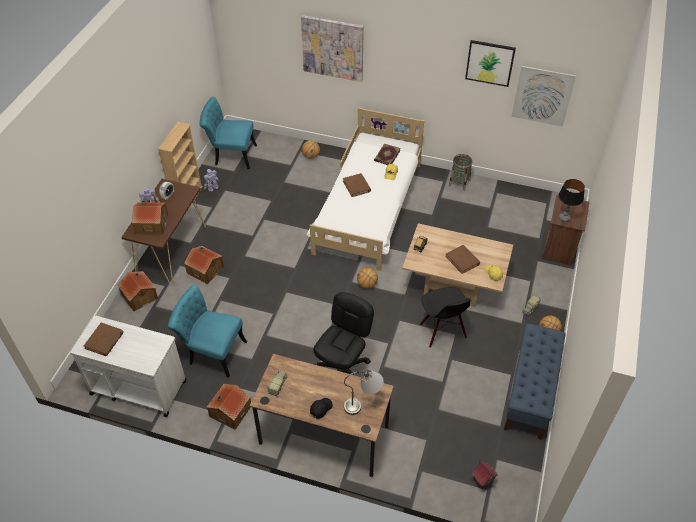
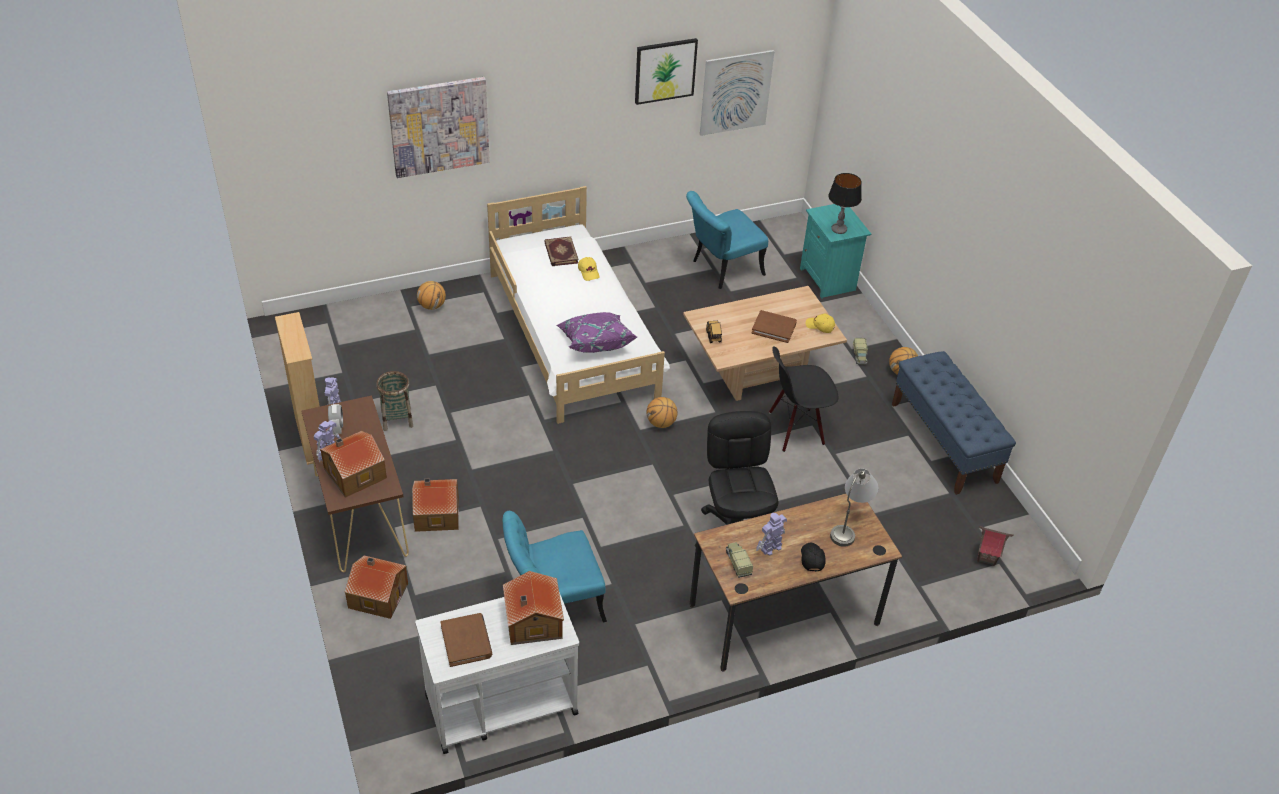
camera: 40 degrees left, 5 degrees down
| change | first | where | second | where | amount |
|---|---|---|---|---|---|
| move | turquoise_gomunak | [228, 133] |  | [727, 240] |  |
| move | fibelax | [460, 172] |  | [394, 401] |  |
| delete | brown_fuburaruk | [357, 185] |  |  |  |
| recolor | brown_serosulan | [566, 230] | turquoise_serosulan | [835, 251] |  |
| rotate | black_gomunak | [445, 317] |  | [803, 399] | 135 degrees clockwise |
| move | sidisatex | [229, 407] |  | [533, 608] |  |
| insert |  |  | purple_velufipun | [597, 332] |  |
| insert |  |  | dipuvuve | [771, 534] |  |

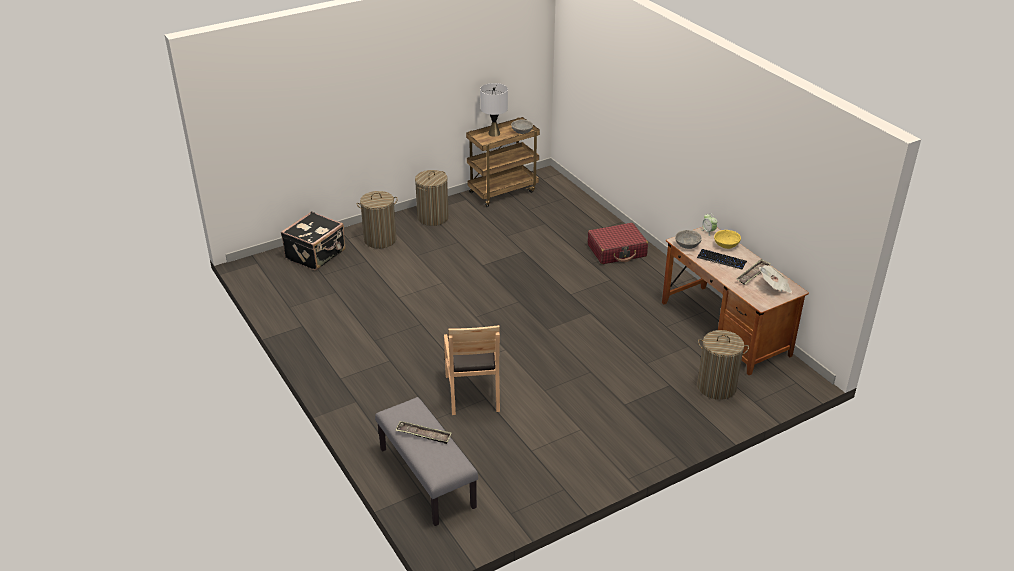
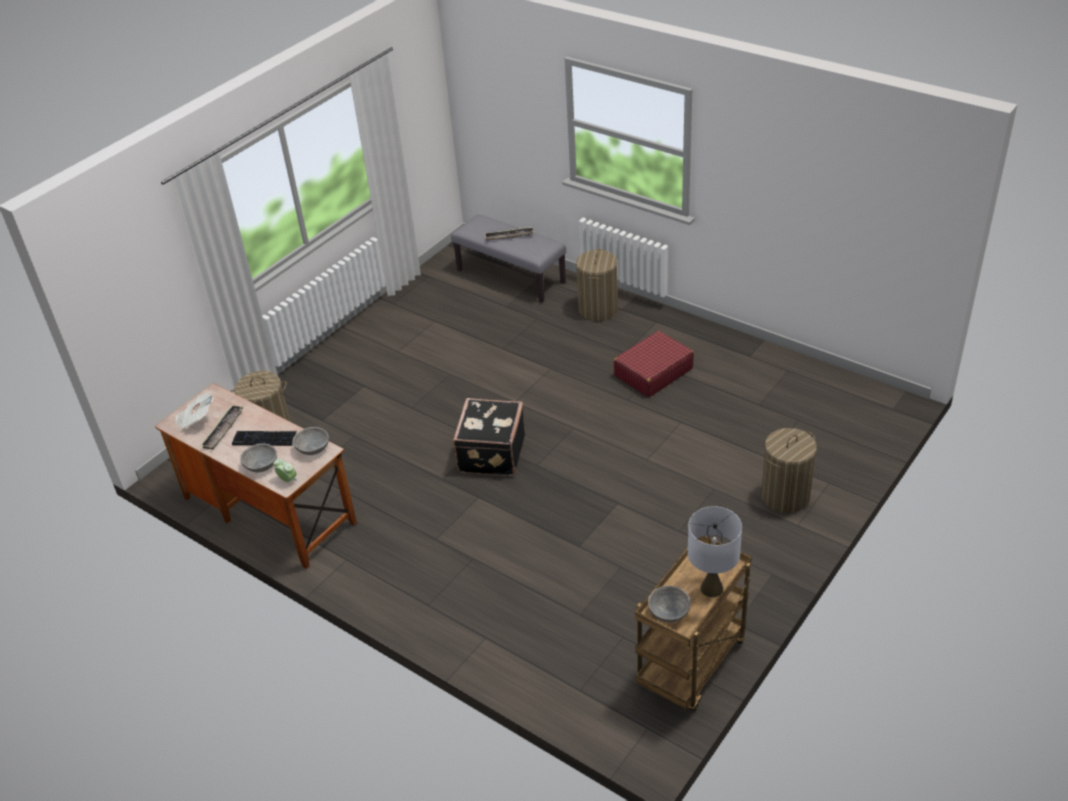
camera: 160 degrees right, 5 degrees up
| change | first | where | second | where | amount |
|---|---|---|---|---|---|
| move | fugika | [432, 198] |  | [597, 285] |  |
| move | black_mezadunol | [313, 240] |  | [489, 437] |  |
| move | red_mezadunol | [618, 243] |  | [654, 364] |  |
| recolor | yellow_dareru | [727, 239] | grey_dareru | [258, 458] |  |
| delete | brown_gomunak | [472, 370] |  |  |  |

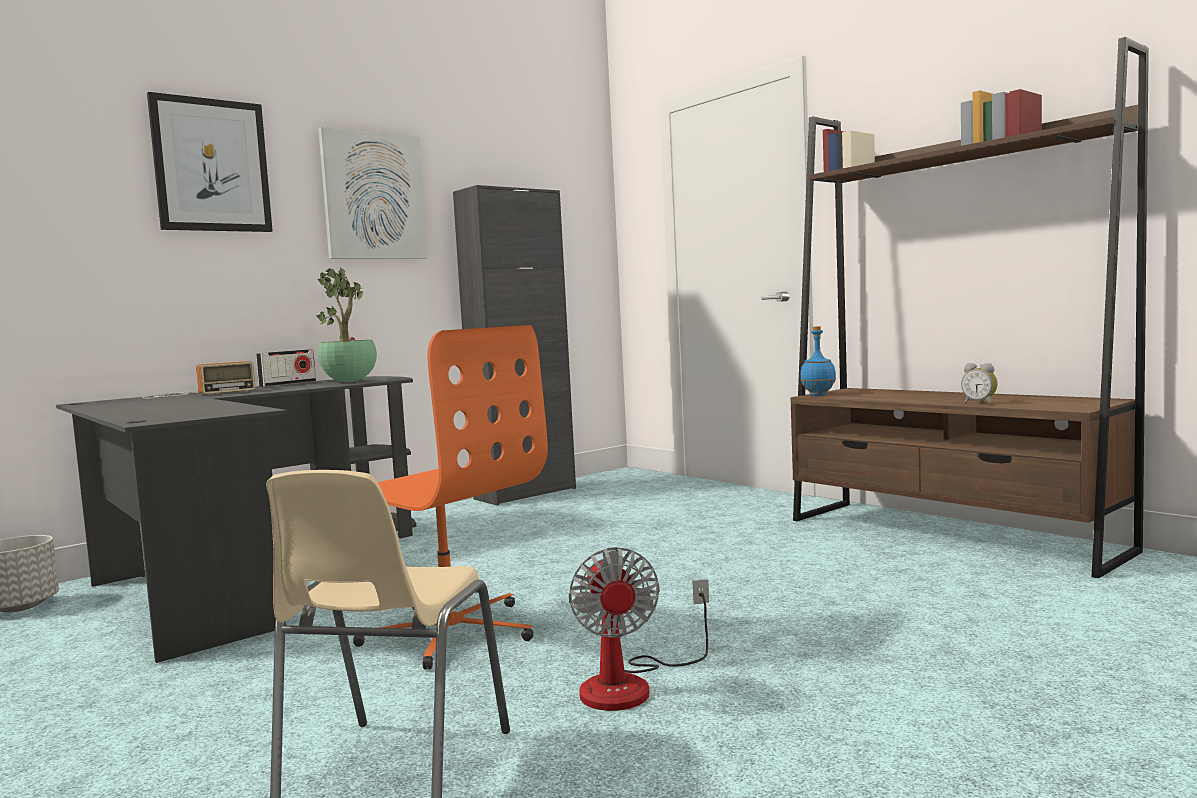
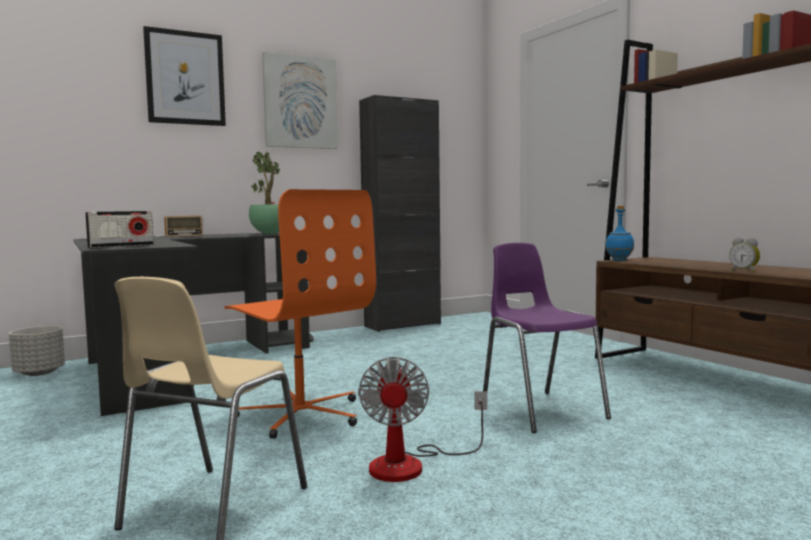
camera: 10 degrees right, 0 degrees up
| change | first | where | second | where | amount |
|---|---|---|---|---|---|
| move | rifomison | [286, 368] |  | [119, 229] |  |
| insert |  |  | purple_gomunak | [546, 338] |  |

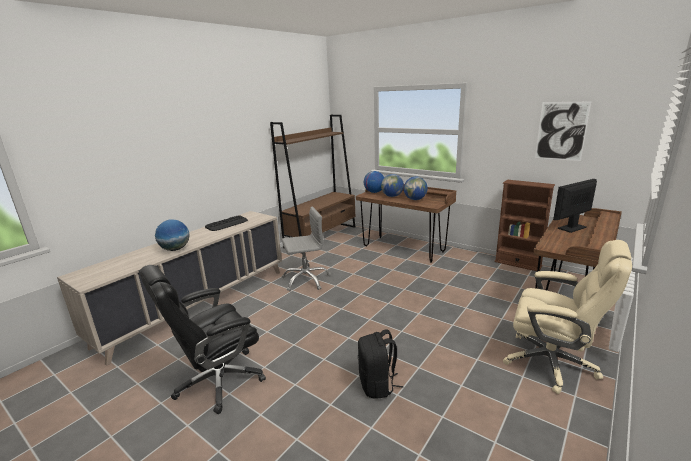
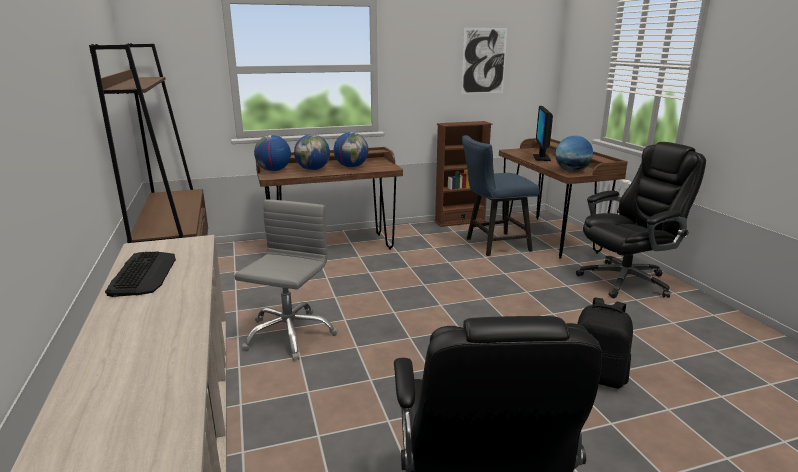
camera: 55 degrees left, 0 degrees up
| change | first | where | second | where | amount |
|---|---|---|---|---|---|
| move | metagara | [172, 235] |  | [574, 154] |  |
| recolor | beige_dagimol | [567, 317] | black_dagimol | [641, 220] |  |
| insert |  |  | blue_gomunak | [500, 195] |  |

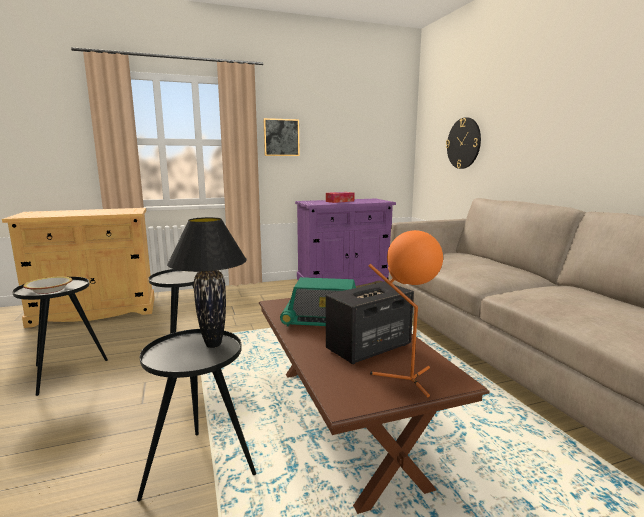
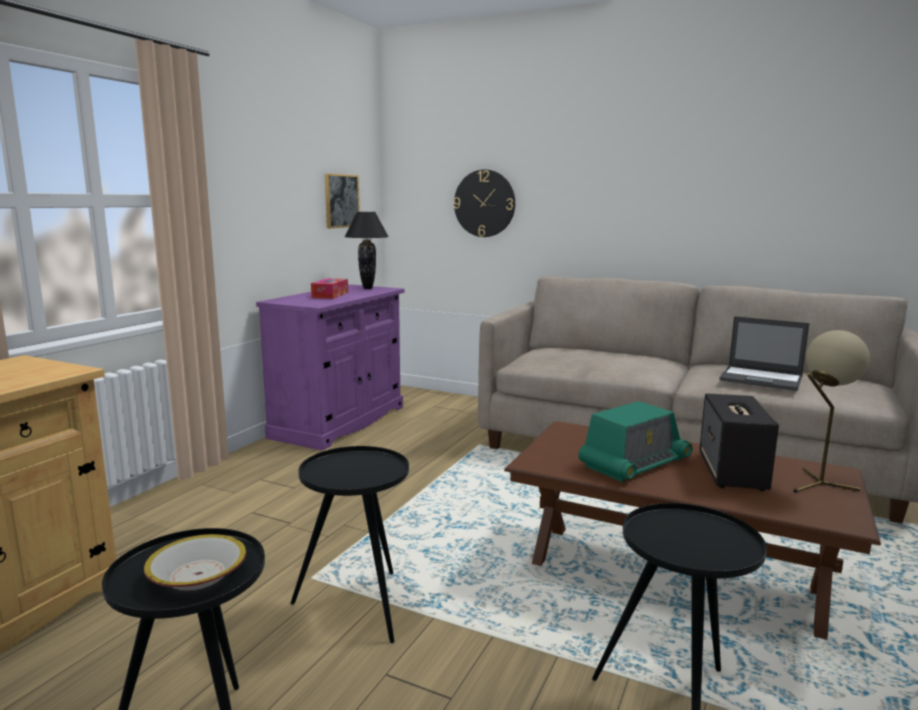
camera: 45 degrees left, 0 degrees up
| change | first | where | second | where | amount |
|---|---|---|---|---|---|
| move | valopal | [281, 137] |  | [342, 200] |  |
| move | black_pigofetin | [207, 282] |  | [366, 250] |  |
| recolor | orange_pigofetin | [406, 313] | beige_pigofetin | [831, 411] |  |
| insert |  |  | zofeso | [765, 353] |  |

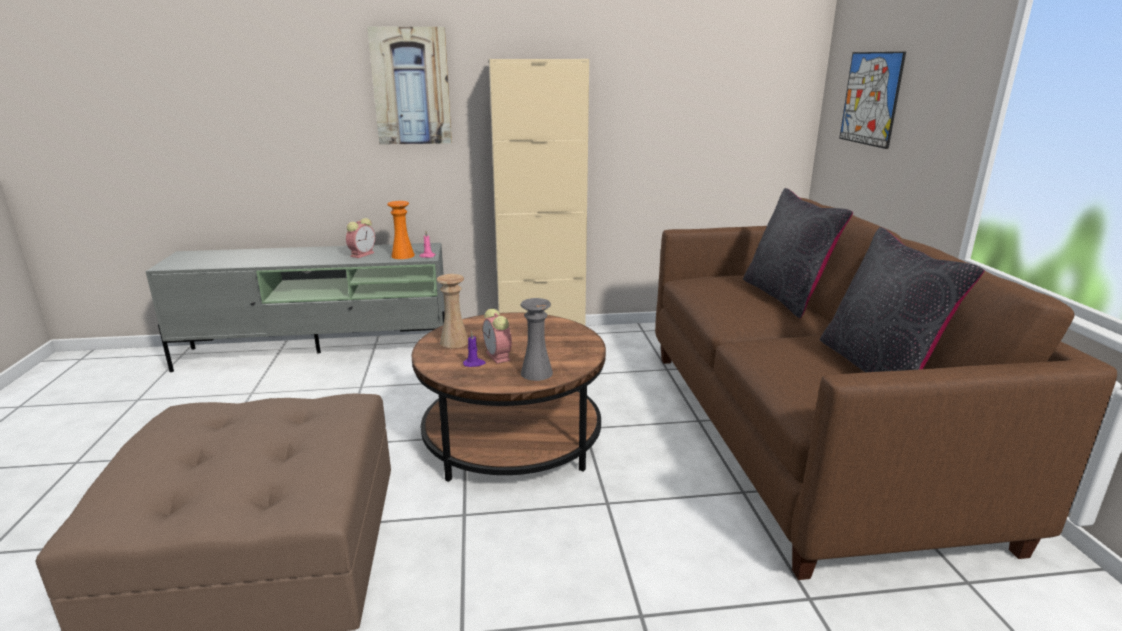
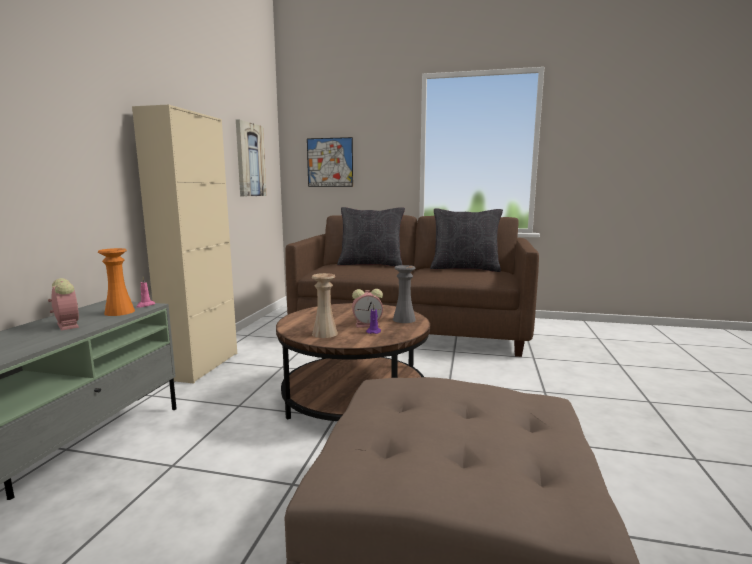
camera: 70 degrees left, 10 degrees down
| change | first | where | second | where | amount |
|---|---|---|---|---|---|
| move | valopal | [409, 85] |  | [251, 157] |  |

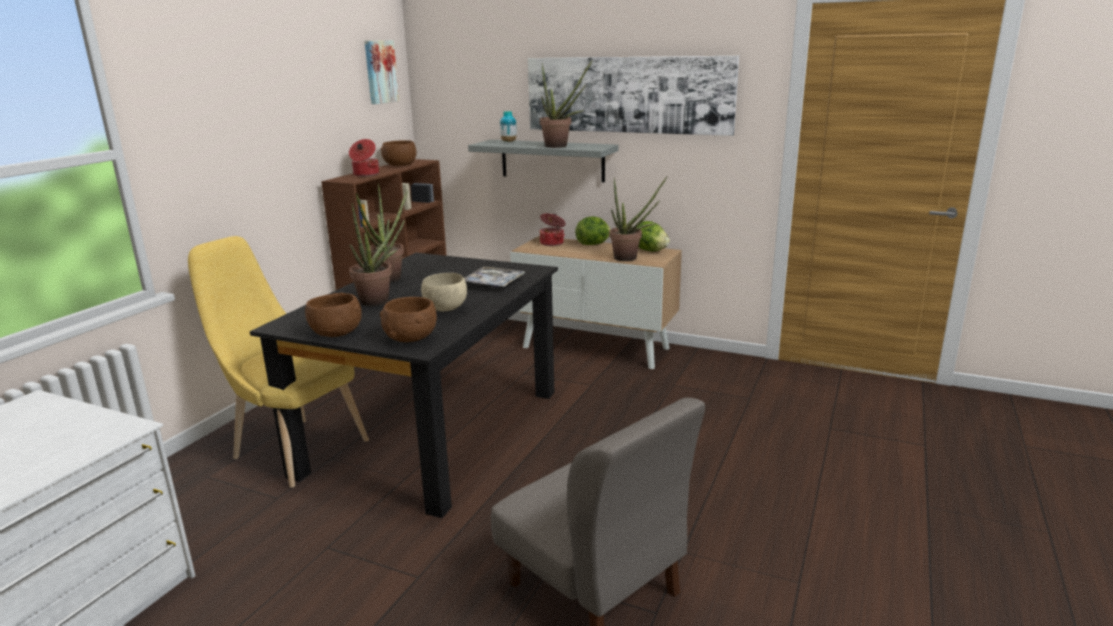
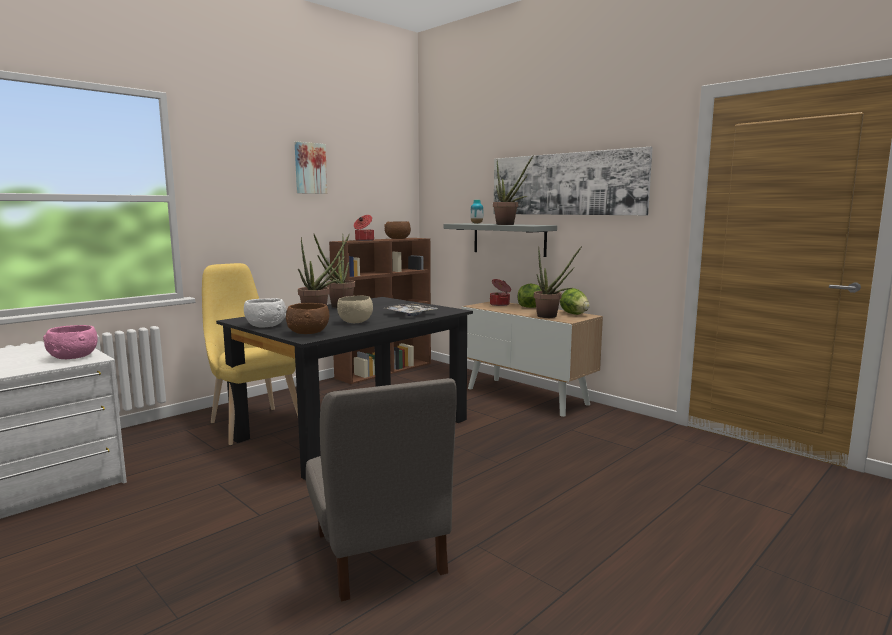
camera: 20 degrees right, 10 degrees down
| change | first | where | second | where | amount |
|---|---|---|---|---|---|
| move | valopal | [382, 72] |  | [311, 167] |  |
| recolor | brown_dareru | [333, 315] | white_dareru | [265, 313] |  |
| insert |  |  | pink_dareru | [70, 342] |  |

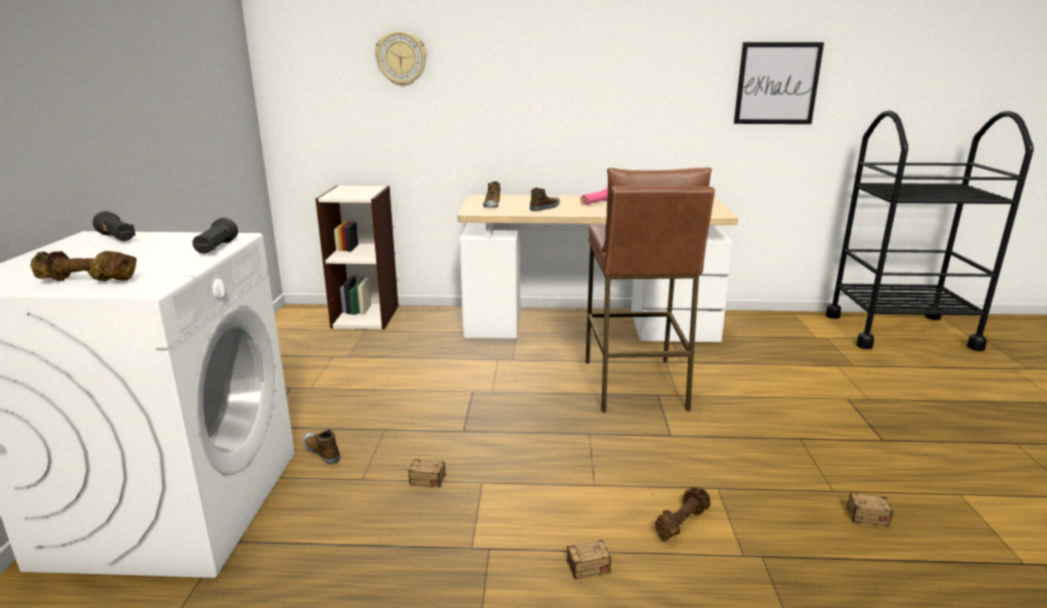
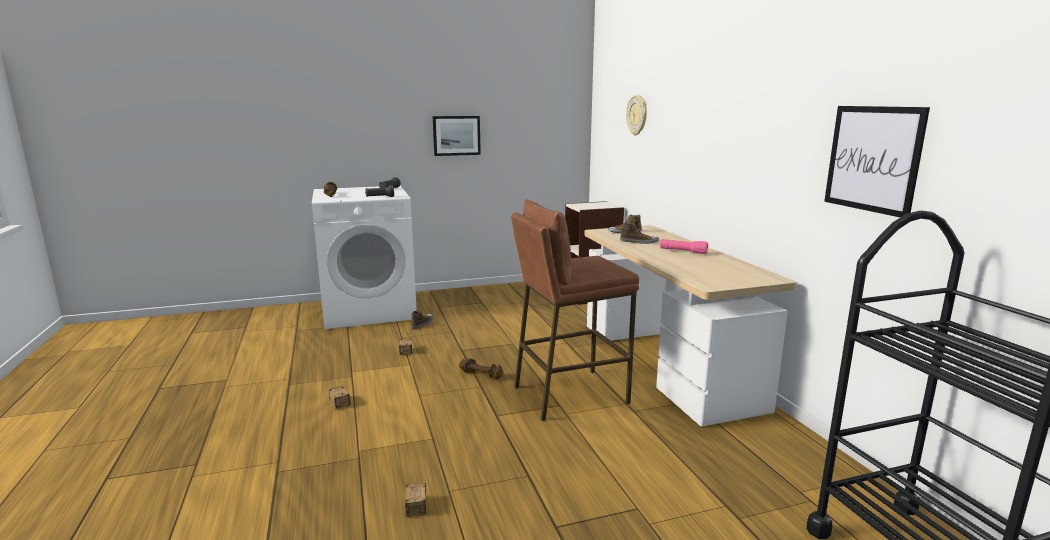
camera: 70 degrees right, 5 degrees down
| change | first | where | second | where | amount |
|---|---|---|---|---|---|
| move | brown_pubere | [682, 514] |  | [481, 368] |  |
| insert |  |  | valopal | [457, 136] |  |

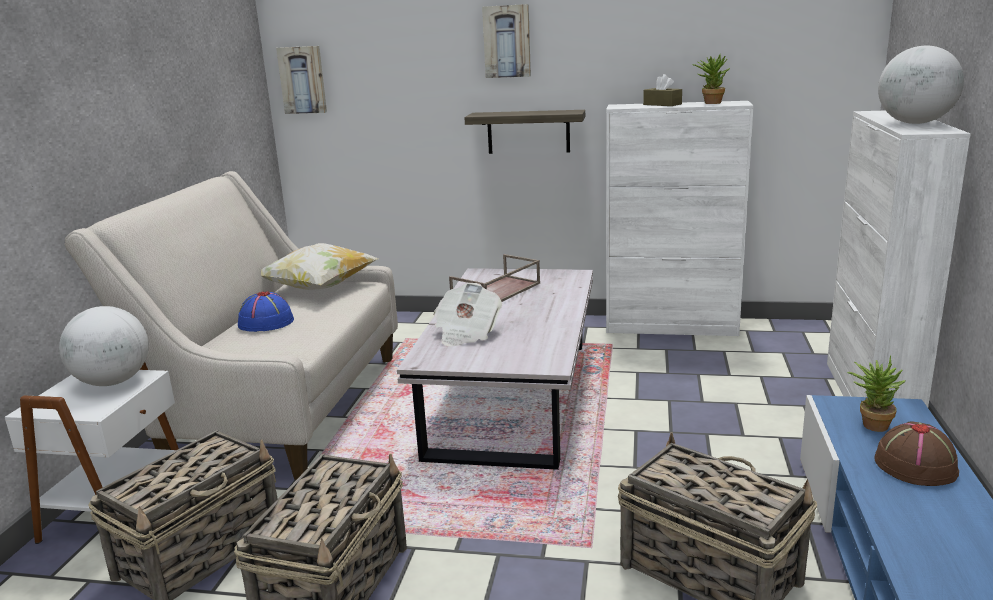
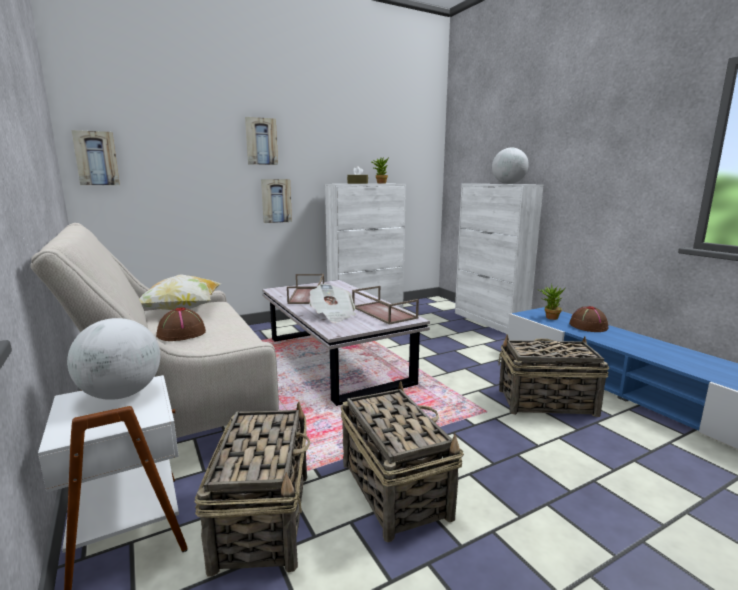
camera: 40 degrees left, 5 degrees down
| change | first | where | second | where | amount |
|---|---|---|---|---|---|
| replace | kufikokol | [524, 132] | valopal | [276, 201] |  |
| recolor | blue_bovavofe | [266, 311] | brown_bovavofe | [181, 324] |  |
| insert |  |  | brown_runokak | [385, 305] |  |

